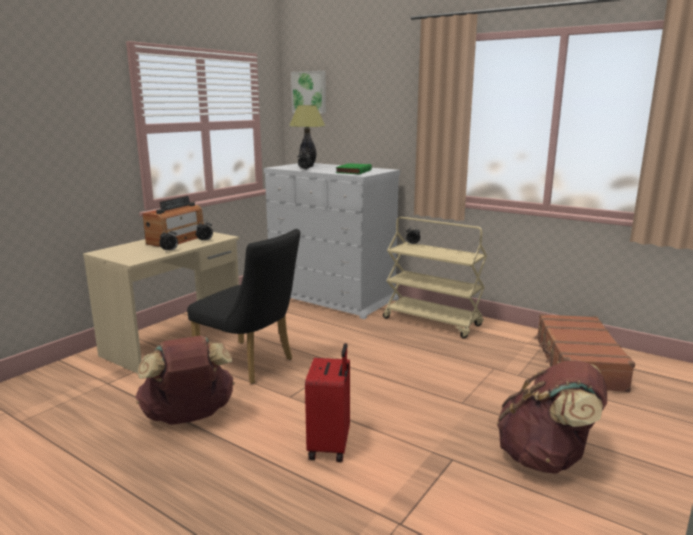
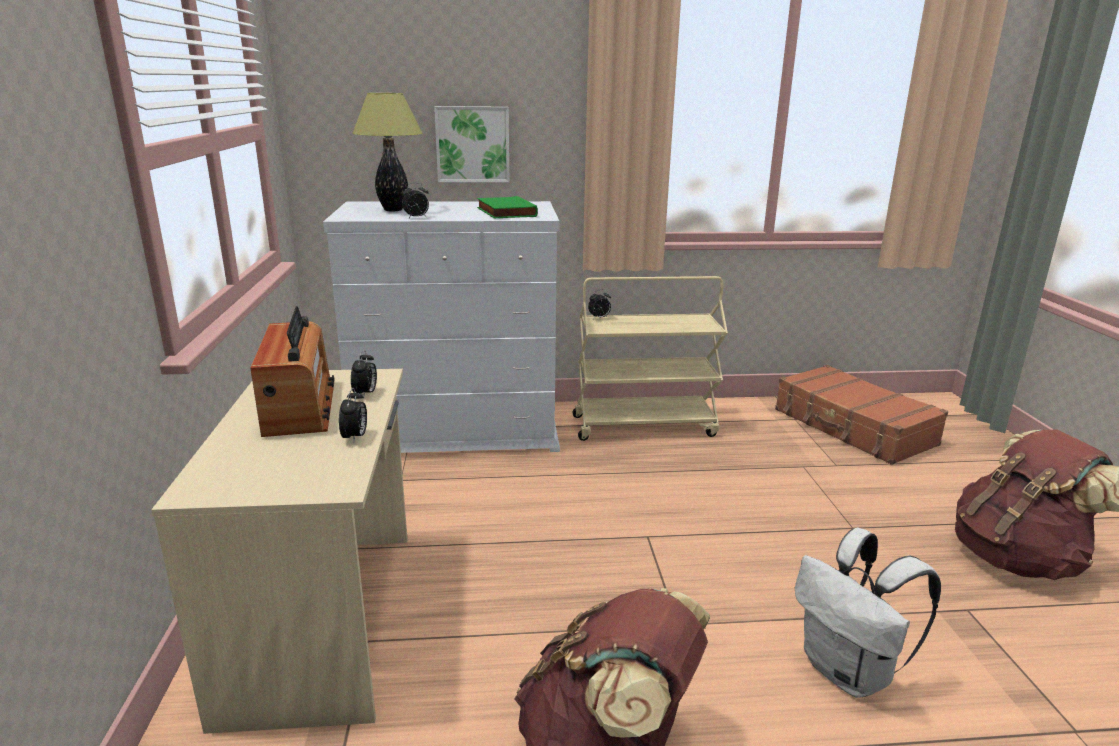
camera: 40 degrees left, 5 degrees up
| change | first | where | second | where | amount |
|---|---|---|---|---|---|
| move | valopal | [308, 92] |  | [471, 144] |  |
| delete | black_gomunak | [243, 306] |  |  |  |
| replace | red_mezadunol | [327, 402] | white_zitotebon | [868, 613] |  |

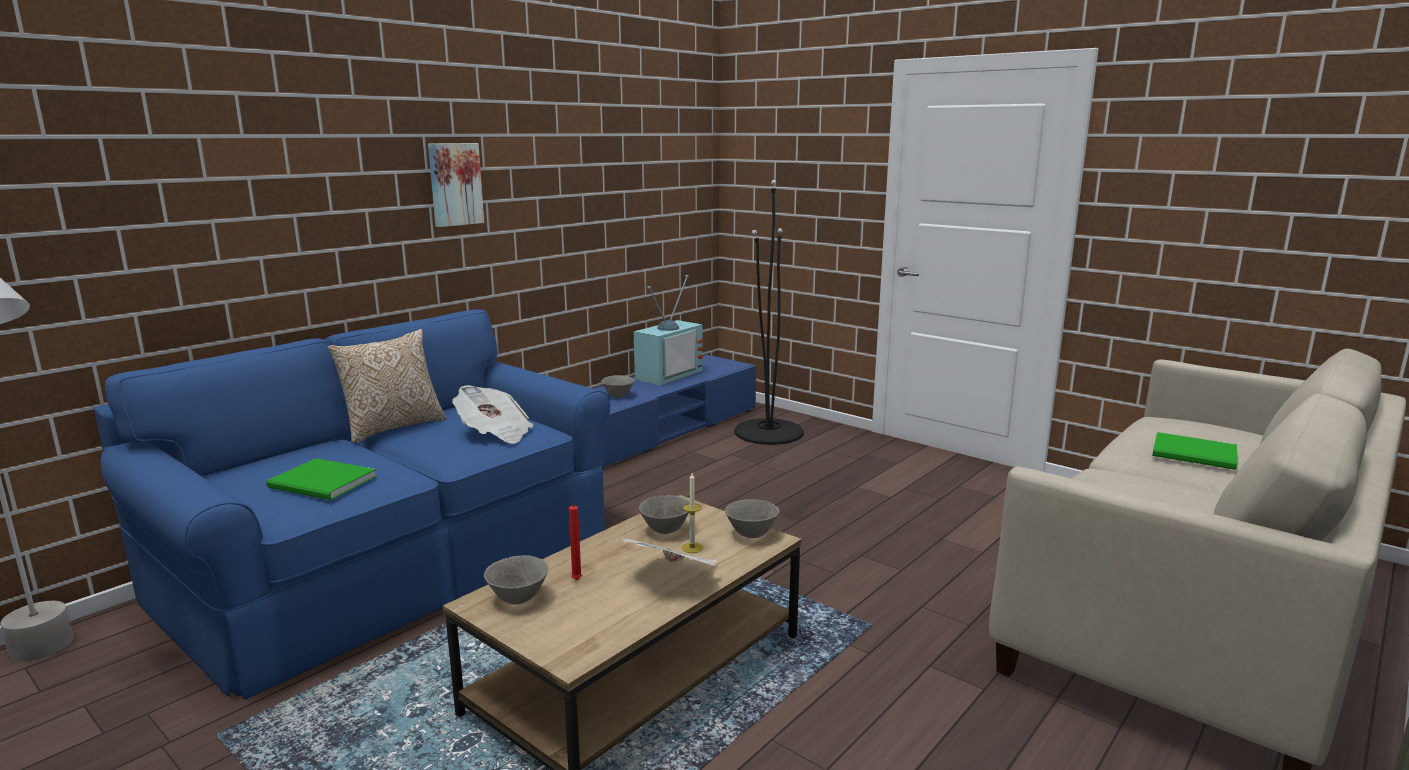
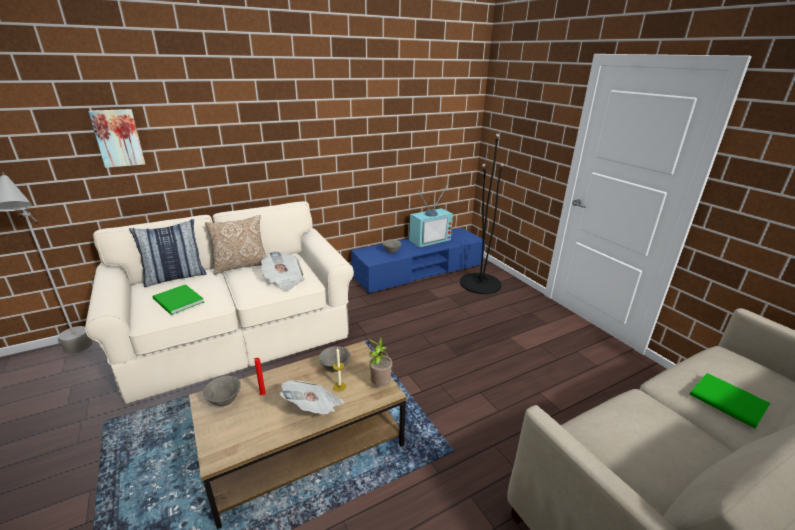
camera: 20 degrees right, 10 degrees up
| change | first | where | second | where | amount |
|---|---|---|---|---|---|
| move | valopal | [456, 185] |  | [116, 138] |  |
| recolor | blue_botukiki | [352, 504] | beige_botukiki | [219, 302] |  |
| replace | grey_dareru | [752, 518] | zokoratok | [380, 361] |  |
| insert |  |  | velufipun | [168, 253] |  |

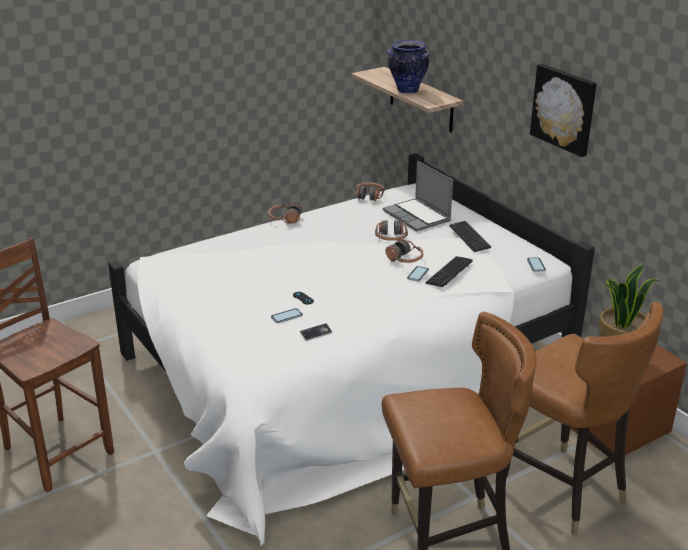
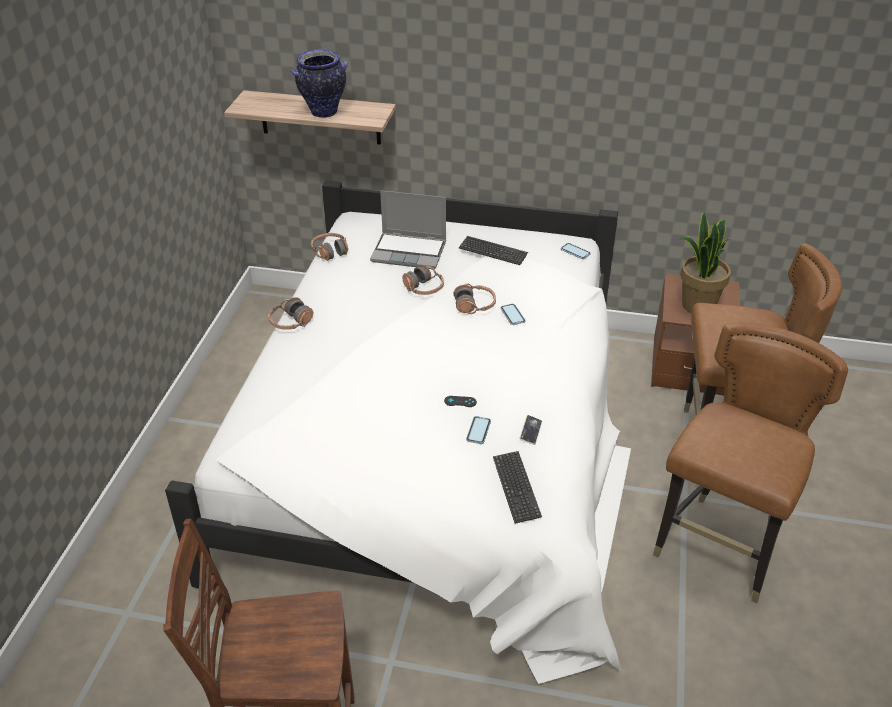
camera: 45 degrees left, 10 degrees up
| change | first | where | second | where | amount |
|---|---|---|---|---|---|
| delete | valopal | [563, 110] |  |  |  |
| move | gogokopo | [449, 271] |  | [517, 487] |  |

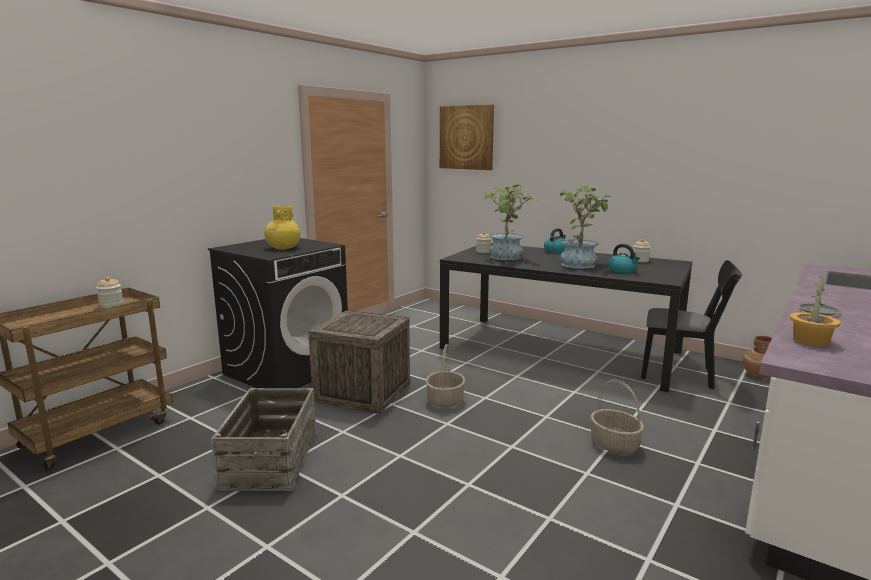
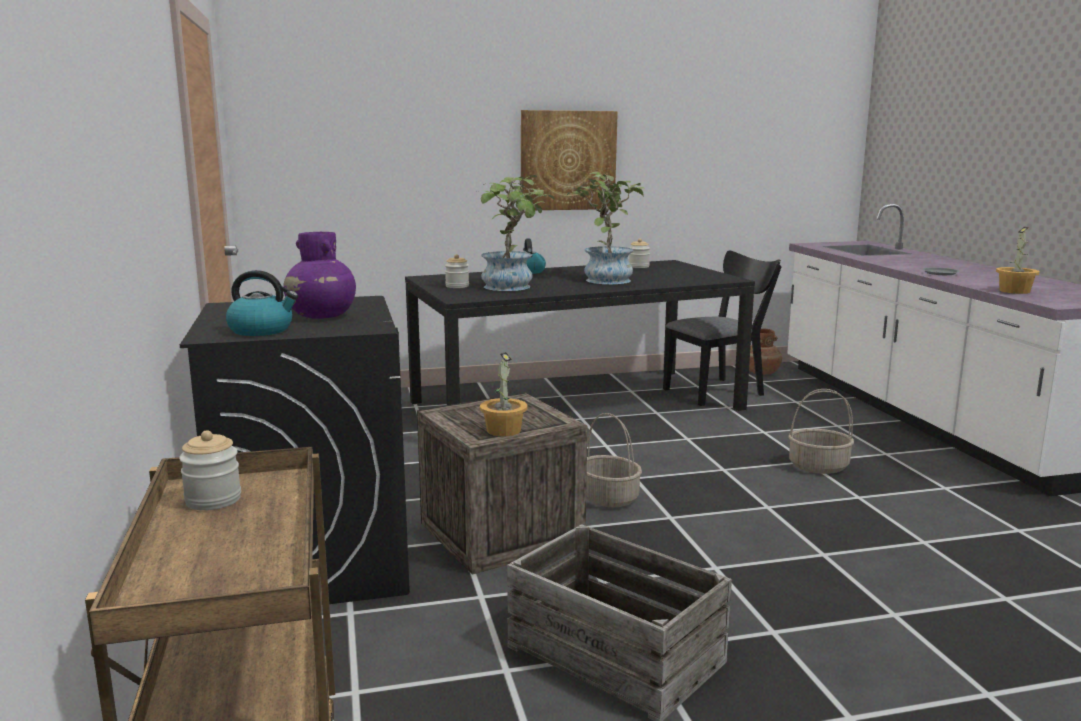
camera: 50 degrees left, 0 degrees up
| change | first | where | second | where | amount |
|---|---|---|---|---|---|
| move | valopal | [467, 137] |  | [569, 160] |  |
| recolor | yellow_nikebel | [282, 227] | purple_nikebel | [319, 275] |  |
| move | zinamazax | [624, 258] |  | [262, 303] |  |
| insert |  |  | zokoratok | [504, 394] |  |

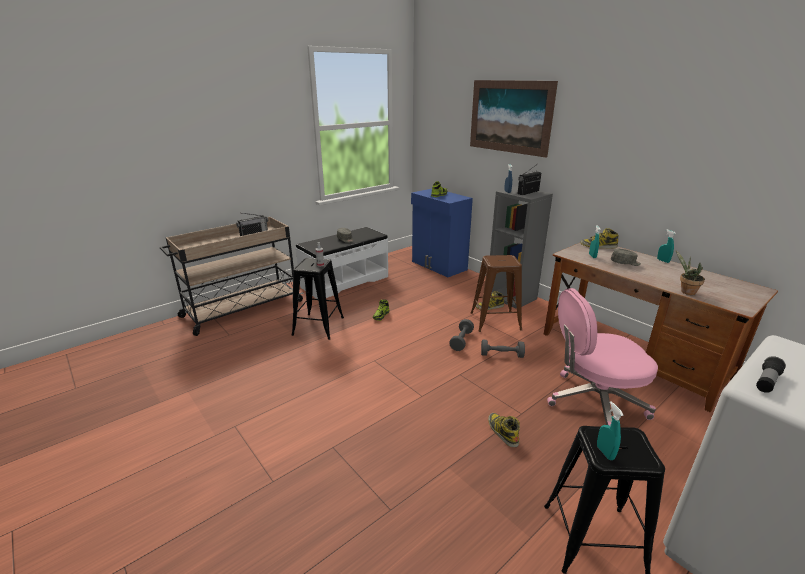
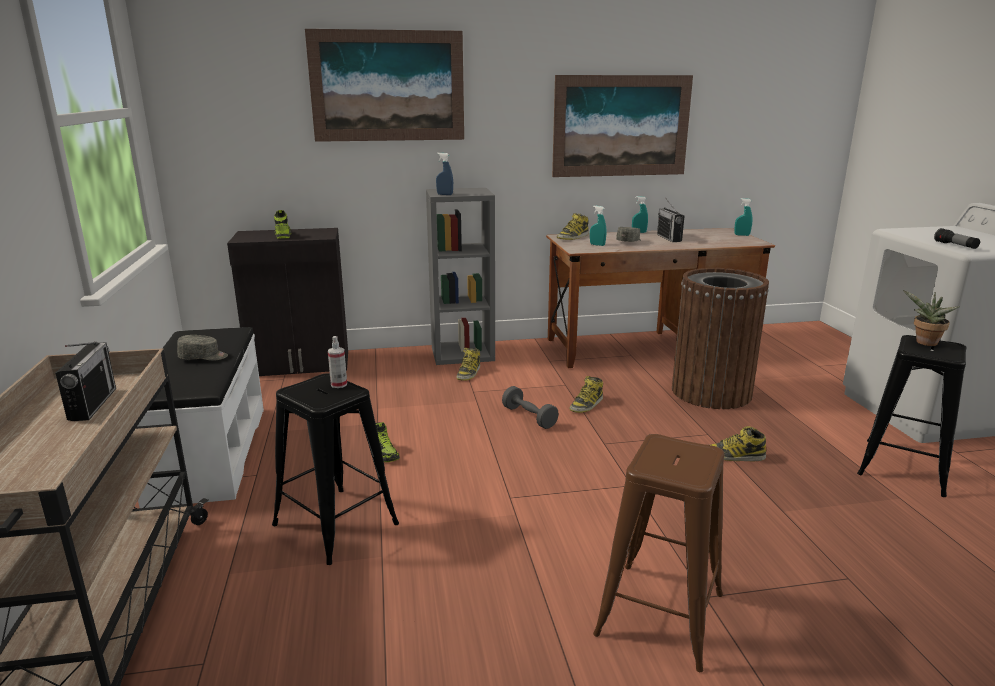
camera: 60 degrees left, 5 degrees down
| change | first | where | second | where | amount |
|---|---|---|---|---|---|
| move | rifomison | [529, 179] |  | [670, 220] |  |
| recolor | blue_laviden | [442, 233] | black_laviden | [287, 302] |  |
| move | zokoratok | [690, 272] |  | [931, 318] |  |
| move | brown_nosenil | [496, 293] |  | [658, 553] |  |
| replace | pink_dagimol | [602, 357] | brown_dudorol | [720, 338] |  |
| replace | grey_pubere | [503, 349] | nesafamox | [586, 394] |  |
| move | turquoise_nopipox | [610, 430] |  | [743, 217] |  |
| insert |  |  | valopal | [622, 126] |  |

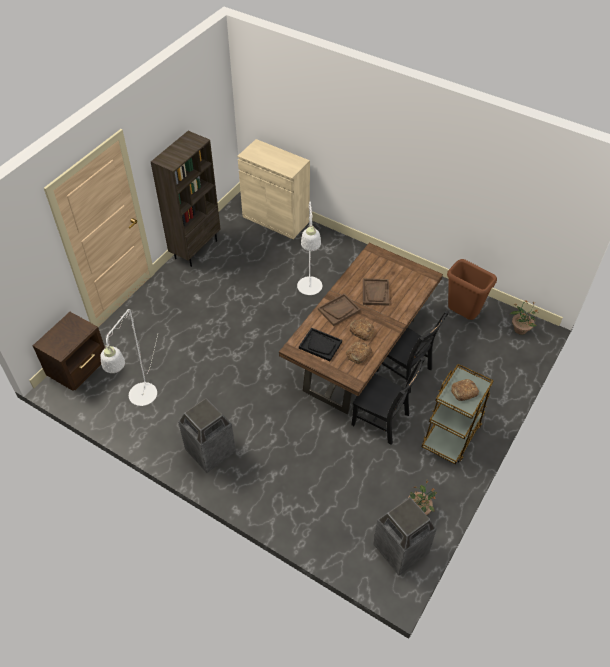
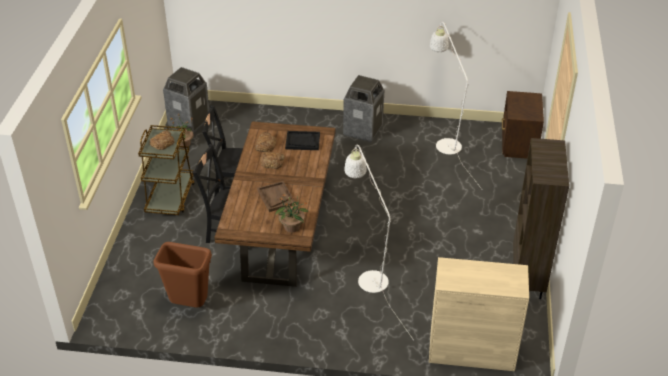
camera: 155 degrees right, 10 degrees down
| change | first | where | second | where | amount |
|---|---|---|---|---|---|
| delete | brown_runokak | [339, 309] |  |  |  |
| move | zokoratok | [524, 318] |  | [292, 212] |  |

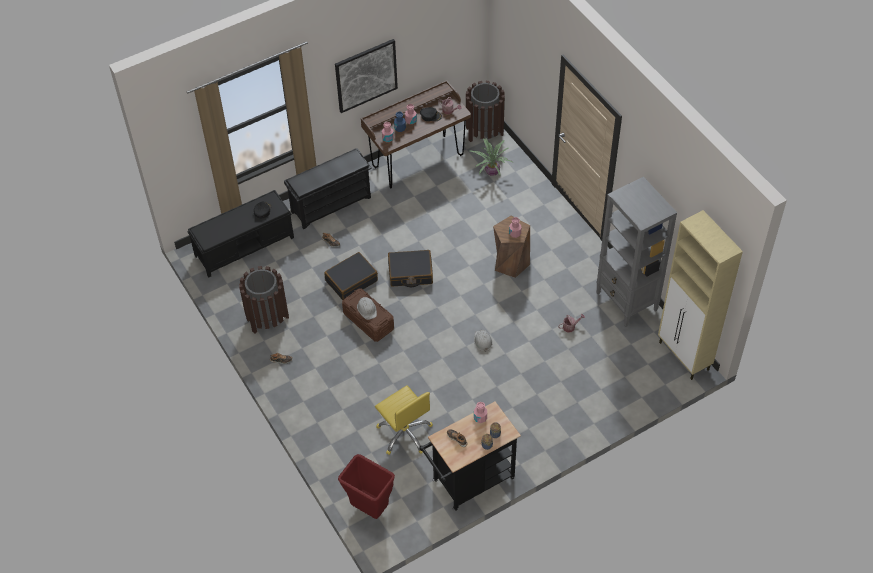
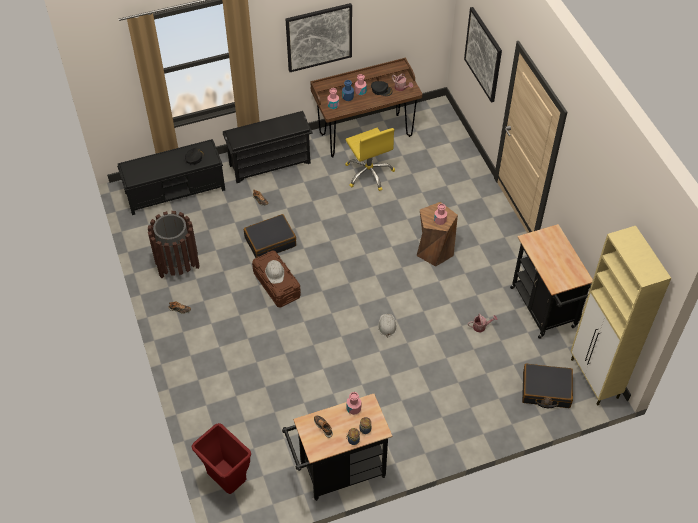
camera: 10 degrees right, 0 degrees up
| change | first | where | second | where | amount |
|---|---|---|---|---|---|
| delete | brown_dudorol | [485, 111] |  |  |  |
| delete | zokoratok | [492, 157] |  |  |  |
| replace | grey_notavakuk | [636, 252] | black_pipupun | [551, 281] |  |
| move | black_mezadunol | [410, 268] |  | [547, 385] |  |
| move | yellow_dagimol | [404, 420] |  | [370, 159] |  |
| insert |  |  | valopal | [483, 55] |  |

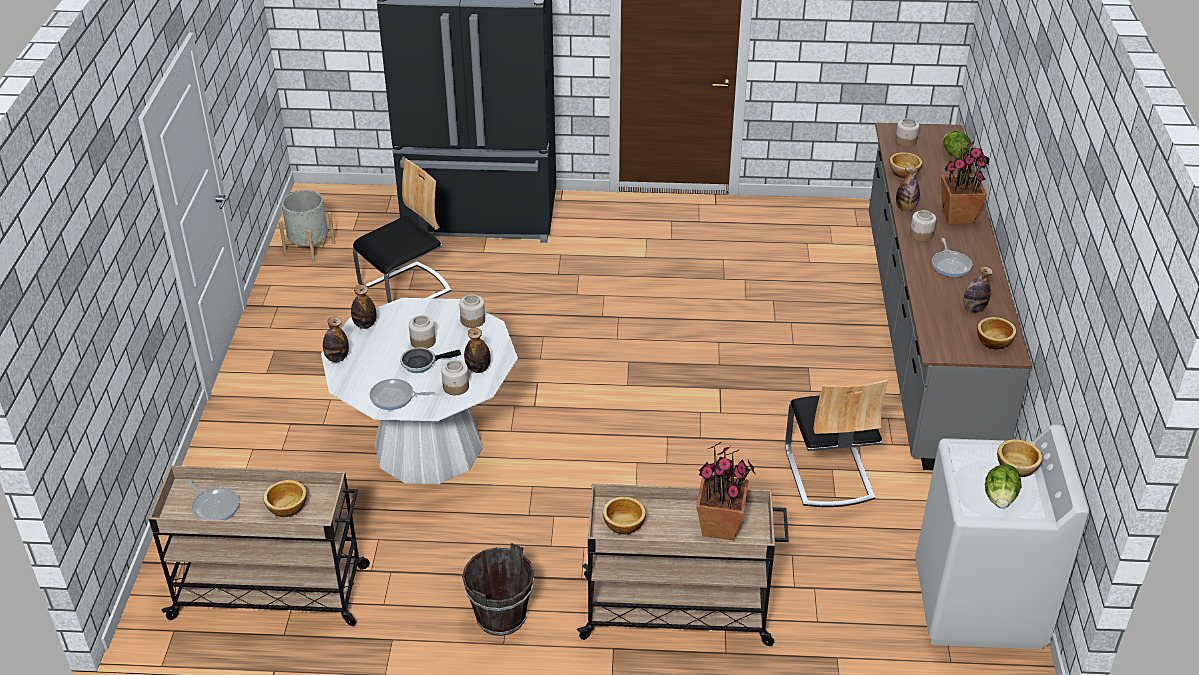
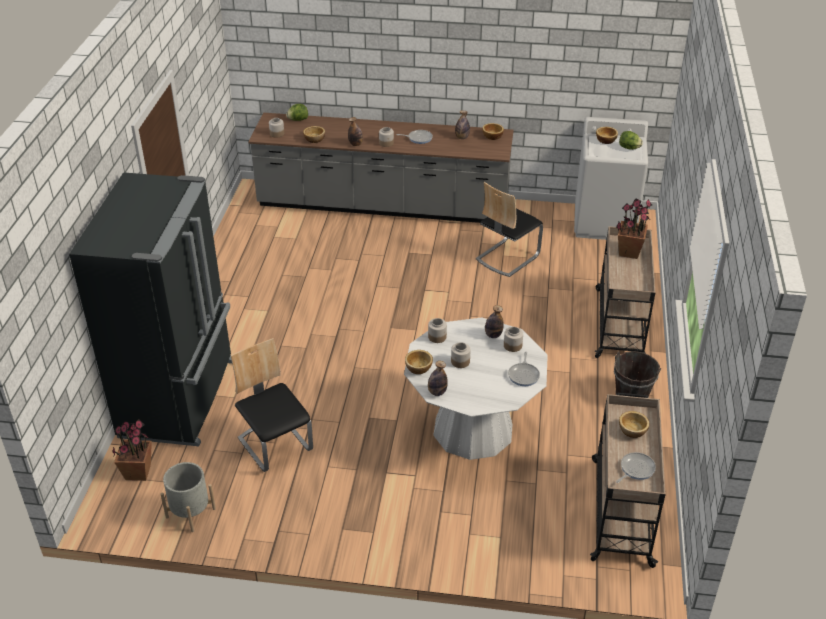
camera: 85 degrees left, 0 degrees up
| change | first | where | second | where | amount |
|---|---|---|---|---|---|
| move | zokoratok | [965, 182] |  | [132, 450] |  |
| delete | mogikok | [336, 339] |  |  |  |
| delete | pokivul | [430, 360] |  |  |  |
| rotate | gomunak | [836, 443] |  | [509, 229] | 135 degrees clockwise |
| move | dareru | [624, 516] |  | [419, 362] |  |

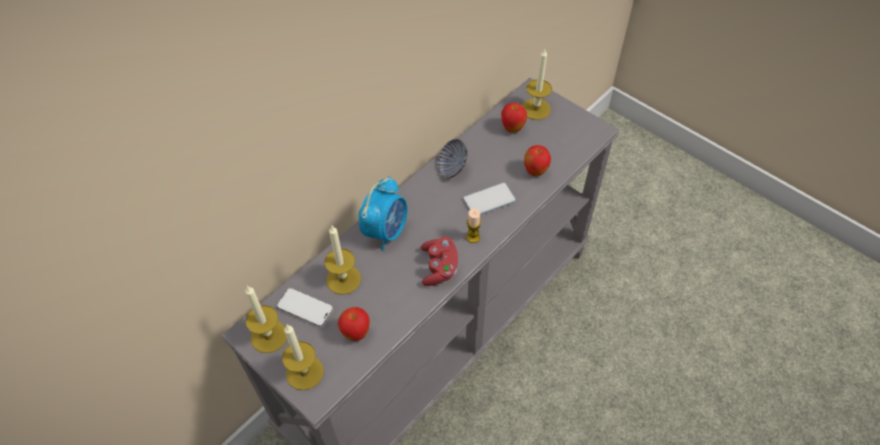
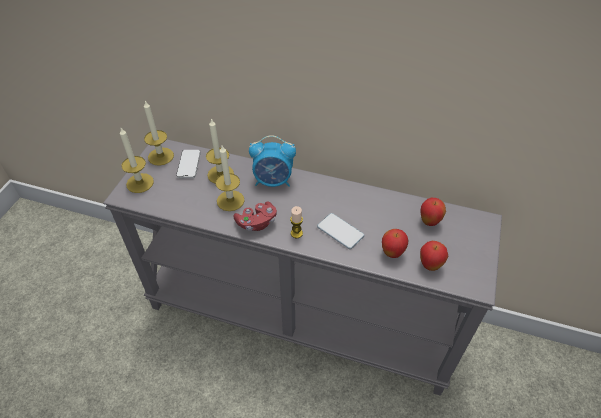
camera: 65 degrees right, 5 degrees down
| change | first | where | second | where | amount |
|---|---|---|---|---|---|
| move | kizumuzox | [537, 84] |  | [230, 178] |  |
| delete | dareru | [452, 158] |  |  |  |
| move | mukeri | [354, 324] |  | [434, 256] |  |

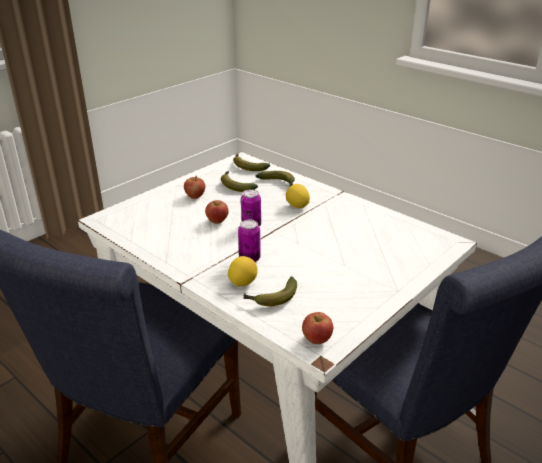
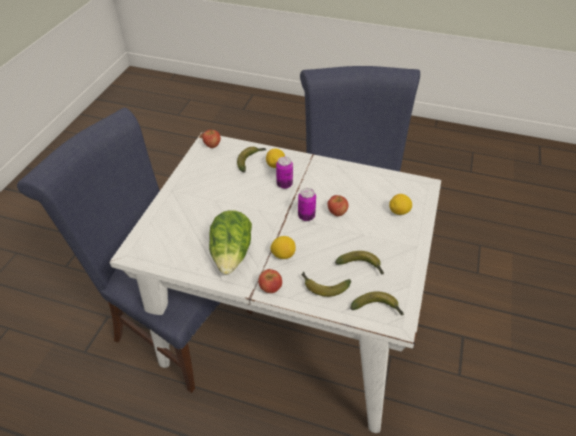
camera: 155 degrees right, 15 degrees up
| change | first | where | second | where | amount |
|---|---|---|---|---|---|
| move | mukeri | [194, 187] |  | [270, 281] |  |
| insert |  |  | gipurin | [400, 204] |  |
| insert |  |  | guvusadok | [230, 242] |  |

